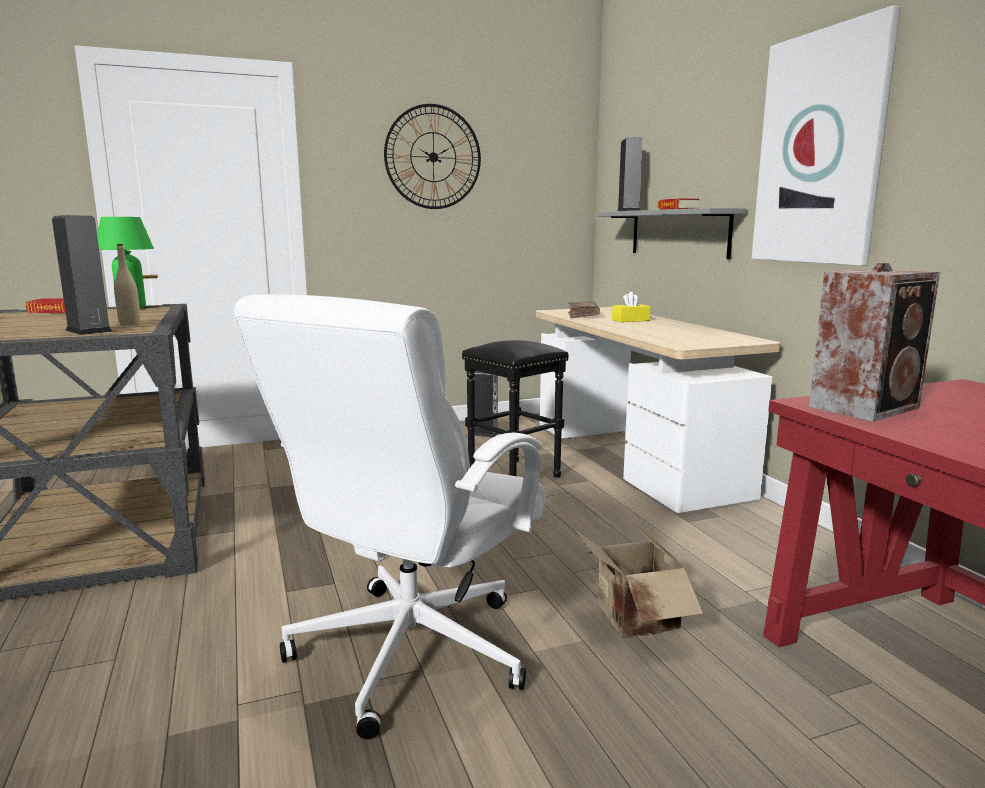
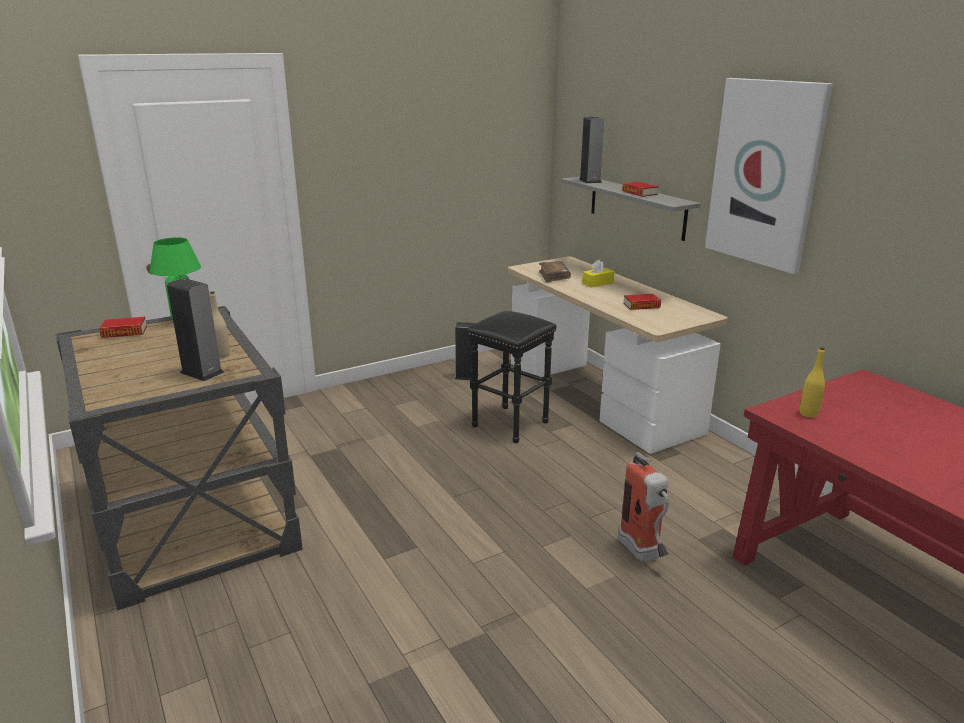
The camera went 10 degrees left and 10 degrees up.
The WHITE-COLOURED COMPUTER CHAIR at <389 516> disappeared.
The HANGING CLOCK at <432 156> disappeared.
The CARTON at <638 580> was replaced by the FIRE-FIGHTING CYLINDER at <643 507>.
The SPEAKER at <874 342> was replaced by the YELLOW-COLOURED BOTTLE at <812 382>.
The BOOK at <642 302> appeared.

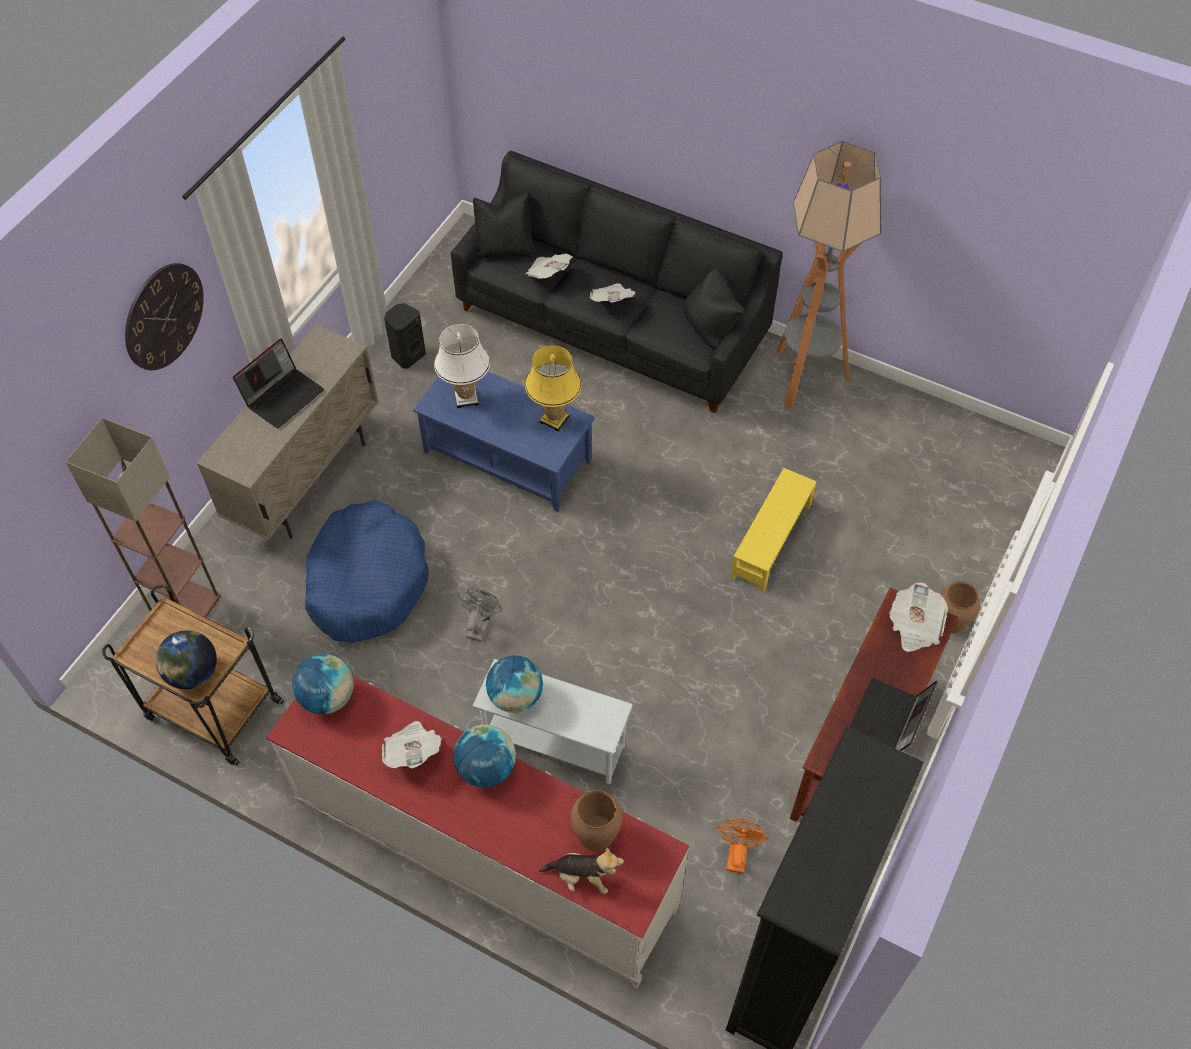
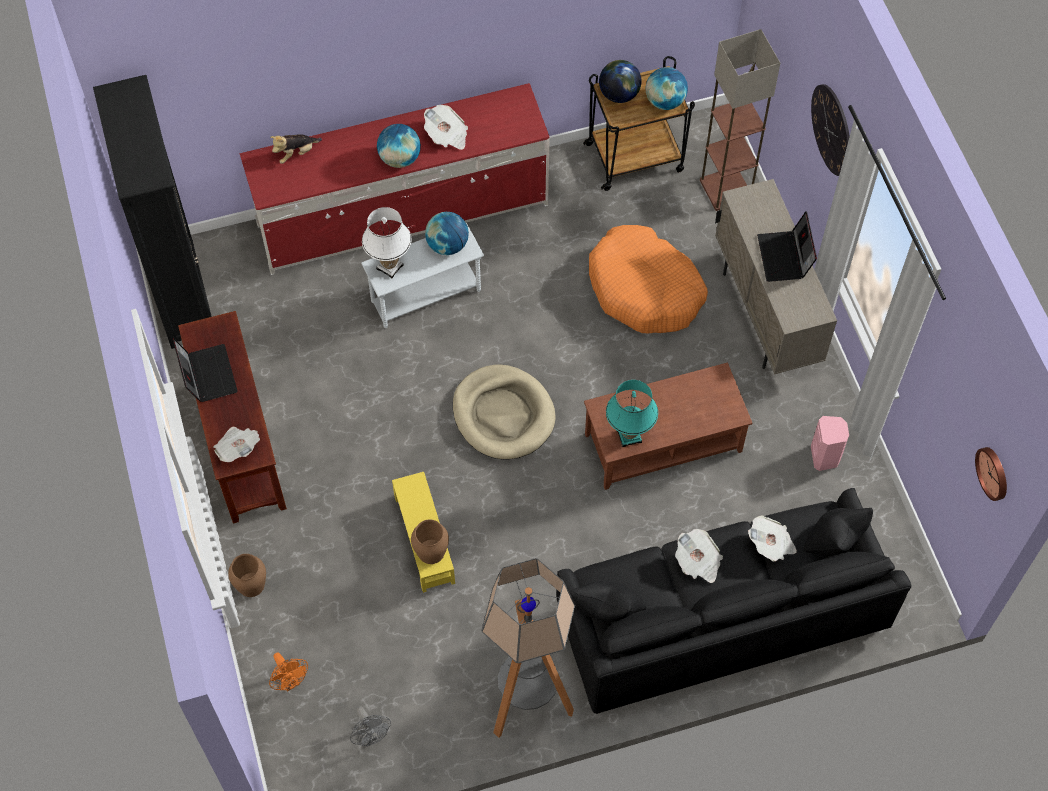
The camera went 135 degrees right and 5 degrees up.
The DESK GLOBE moved from <323 684> to <666 88>.
The BLUE-COLOURED PET BED at <367 571> became the ORANGE-COLOURED PET BED at <648 279>.
The BLACKISH SPEAKER at <405 336> became the PINK-COLOURED SPEAKER at <830 443>.
The BLUE-COLOURED COFFEE TABLE at <504 442> became the BROWNISH COFFEE TABLE at <668 426>.
The WHITE-COLOURED LAMP FOR A TABLE moved from <462 366> to <387 242>.
The GREY ELECTRIC FAN moved from <480 615> to <370 726>.
The YELLOW-COLOURED LAMP FOR A TABLE at <553 388> became the TURQUOISE LAMP FOR A TABLE at <632 413>.
The BROWNISH VASE moved from <596 820> to <430 542>.
The ORANGE-COLOURED ELECTRIC FAN moved from <742 846> to <288 671>.
The SAND-COLOURED PET BED at <504 412> appeared.
The HANGING CLOCK at <991 474> appeared.

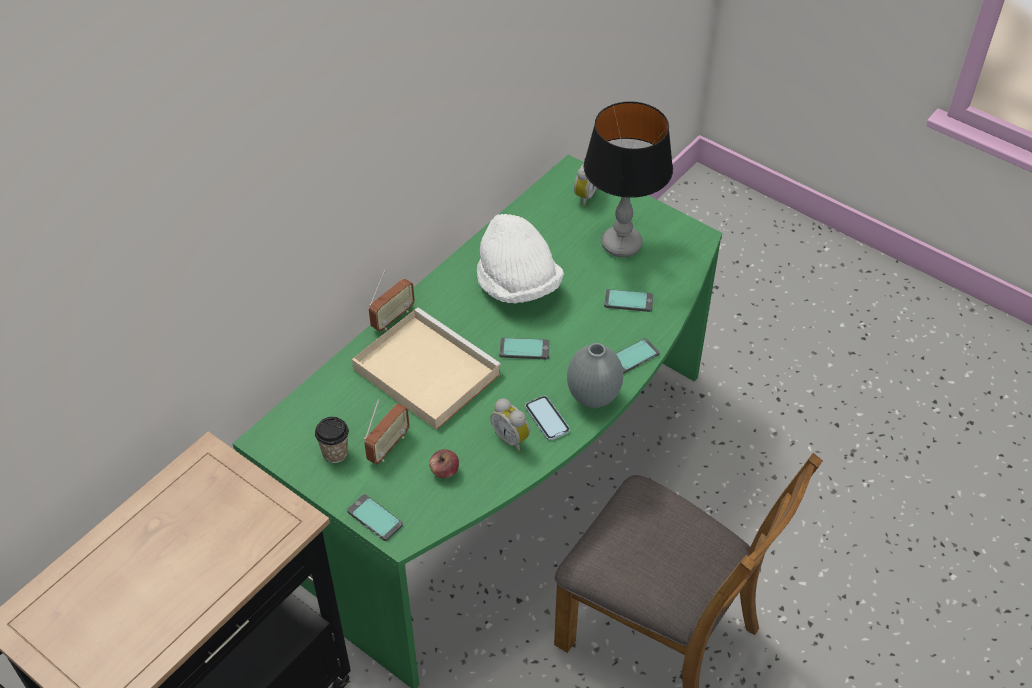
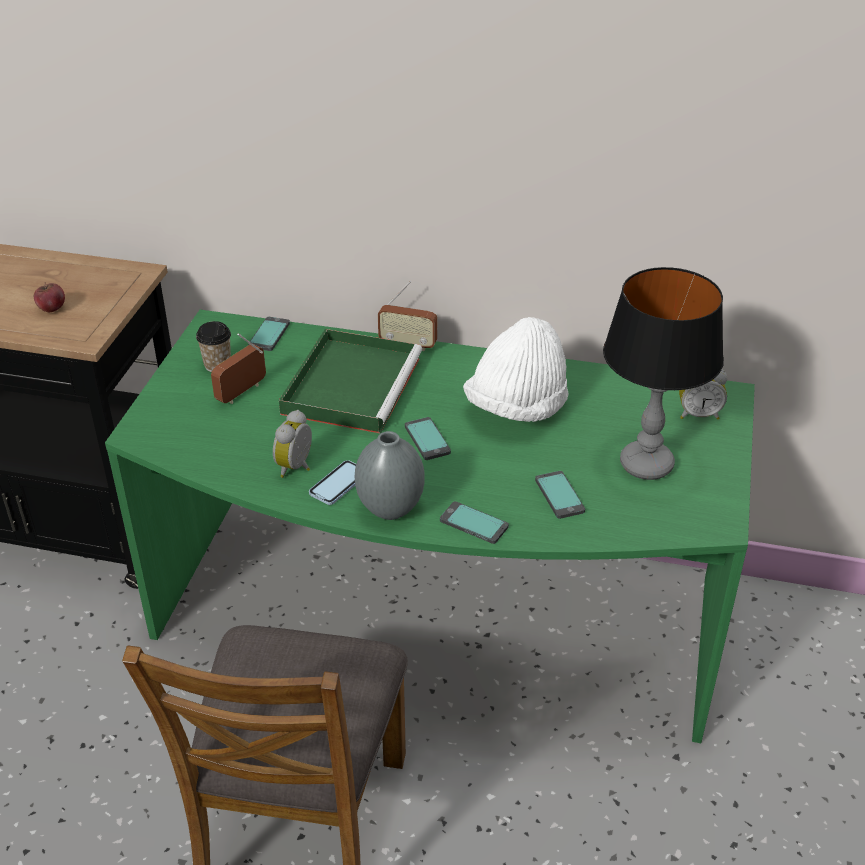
The camera went 65 degrees right and 10 degrees down.
The HANDSET moved from <375 517> to <269 334>.
The SAND-COLOURED TRAY at <427 369> became the GREEN TRAY at <350 381>.
The RADIO SET at <387 432> turned 120 degrees clockwise.
The WHOLE APPLE moved from <444 463> to <49 297>.

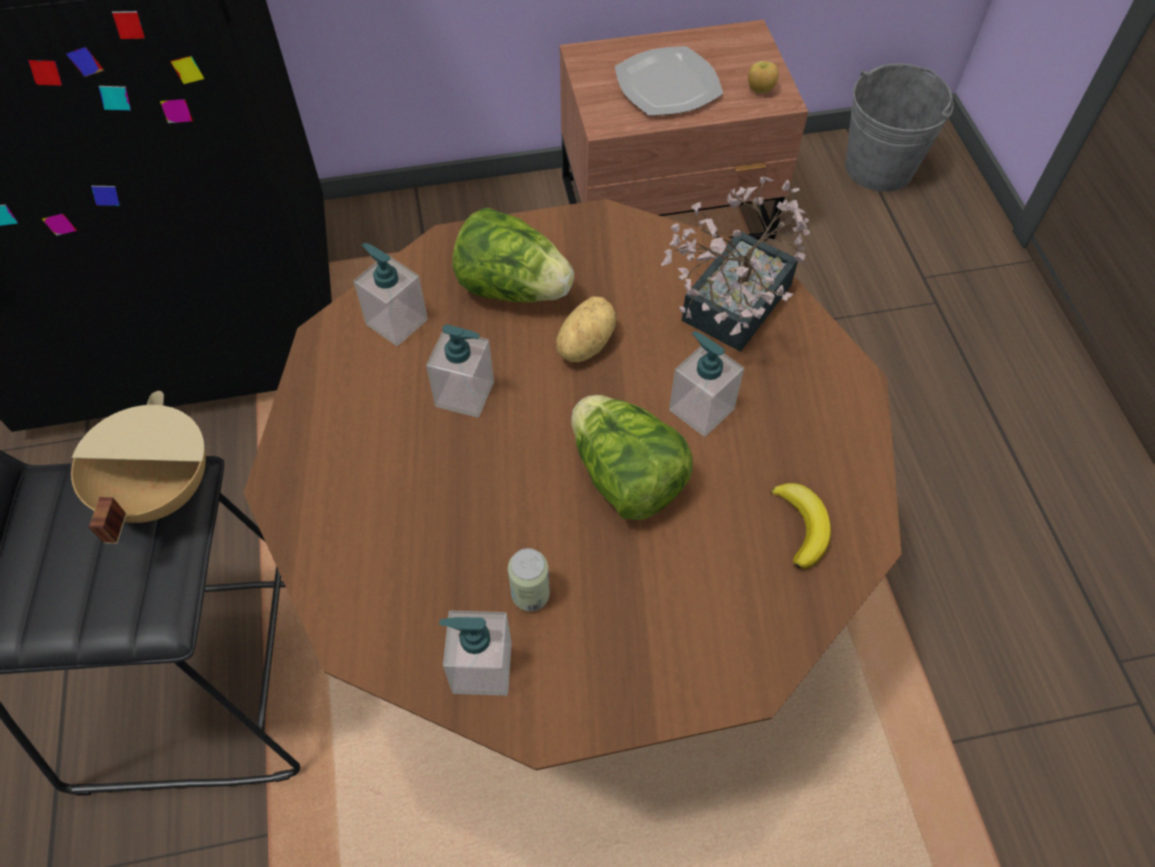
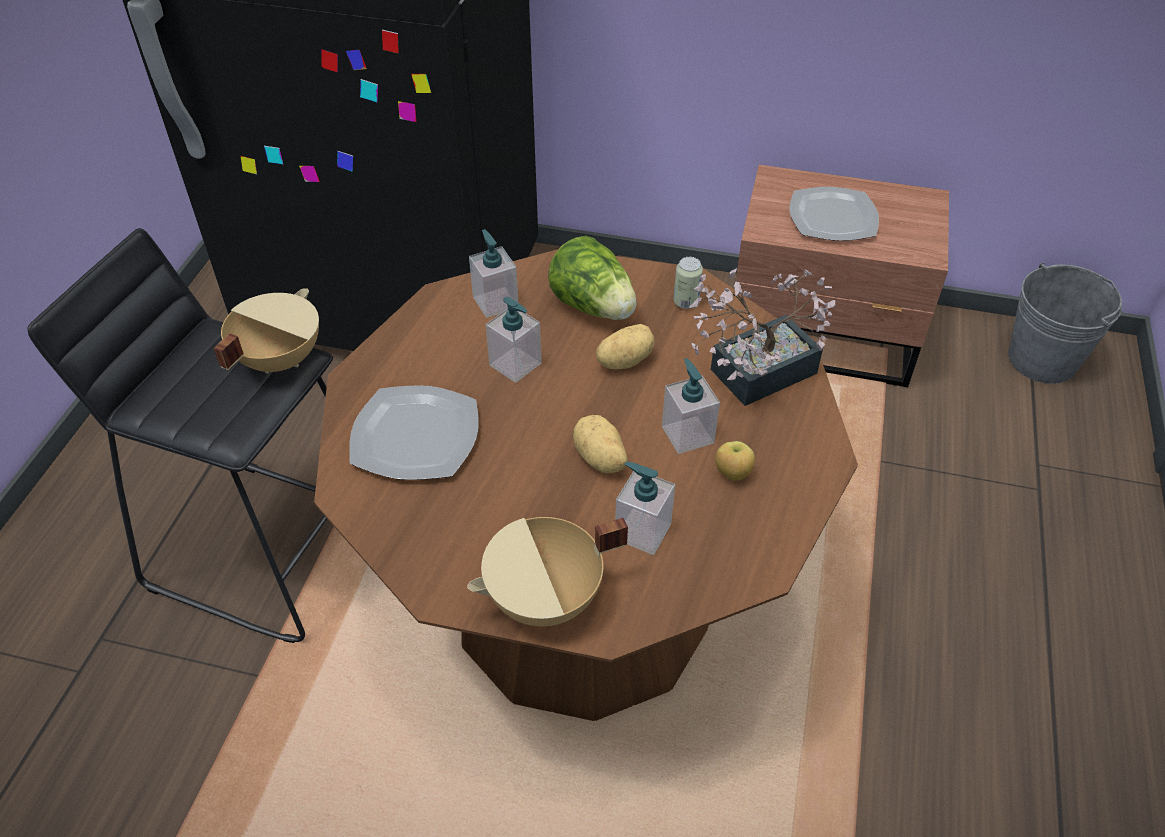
The camera went 25 degrees right and 10 degrees down.
The SOAP BOTTLE moved from <475 653> to <645 508>.
The CAN moved from <529 579> to <688 283>.
The LETTUCE at <632 457> was replaced by the SPUD at <600 444>.
The WHOLE APPLE moved from <763 77> to <735 461>.
The BANANA FRUIT at <800 526> disappeared.
The FLAT DISH at <414 432> appeared.
The SAND-COLOURED SAUCEPOT at <547 572> appeared.

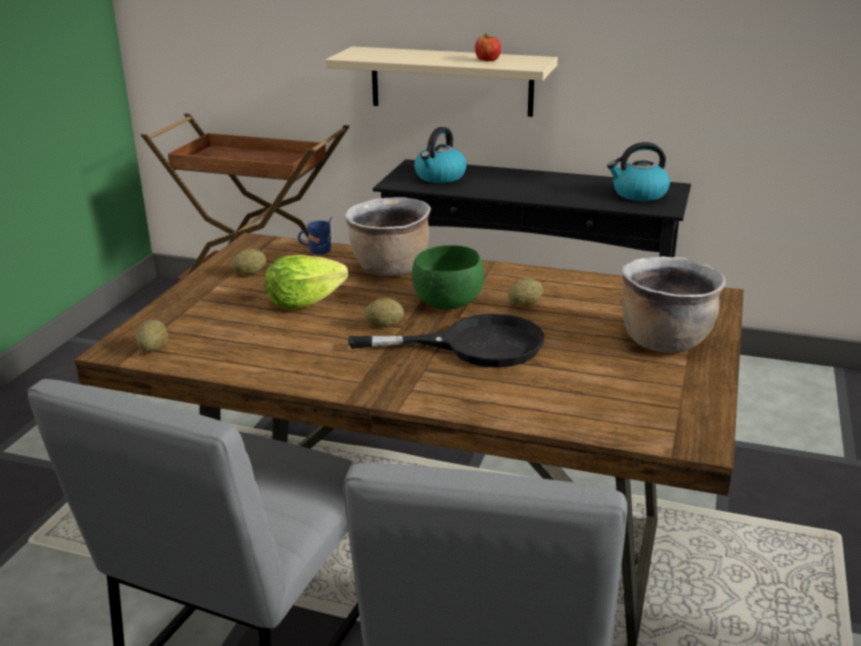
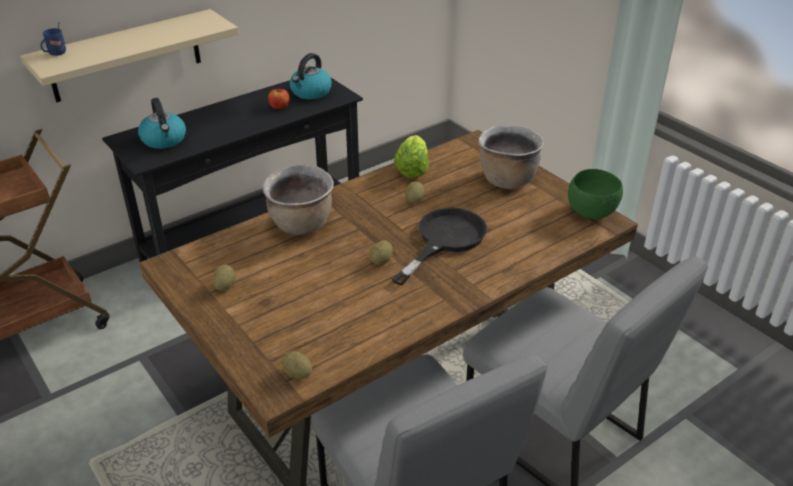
The camera went 55 degrees left and 10 degrees up.
The LETTUCE moved from <306 282> to <411 156>.
The BLUE-COLOURED MUG moved from <315 235> to <53 39>.
The GREEN DEEP DISH moved from <448 277> to <595 194>.
The WHOLE APPLE moved from <488 47> to <279 99>.

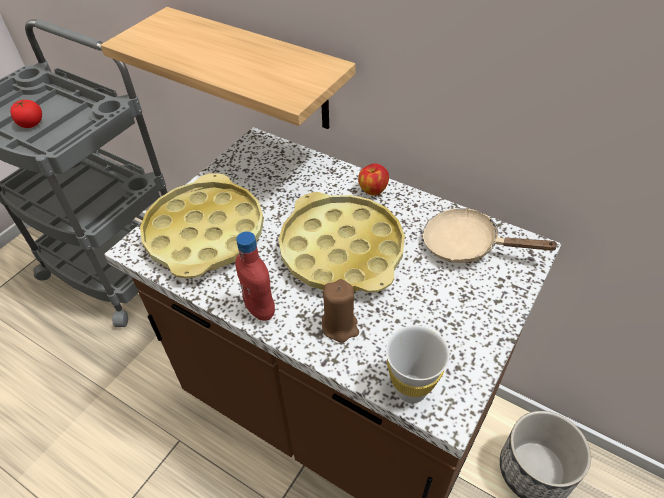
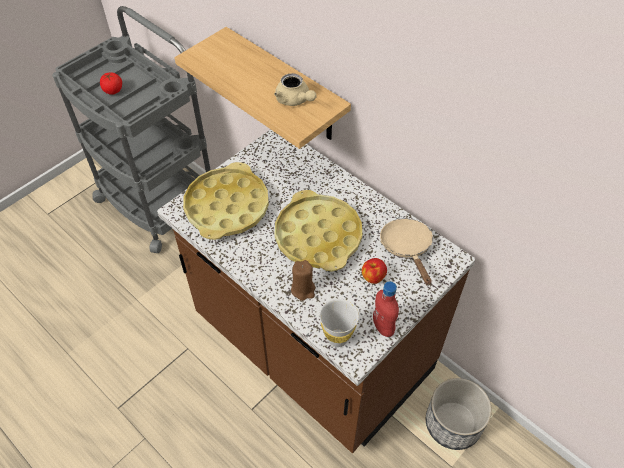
The camera went 10 degrees right and 5 degrees up.
The RED-COLOURED BOTTLE moved from <255 276> to <386 309>.
The WHOLE APPLE moved from <373 179> to <374 271>.
The SAND-COLOURED FRYING PAN at <491 235> turned 45 degrees clockwise.
The SAND-COLOURED POT FOR TEA at <295 89> appeared.

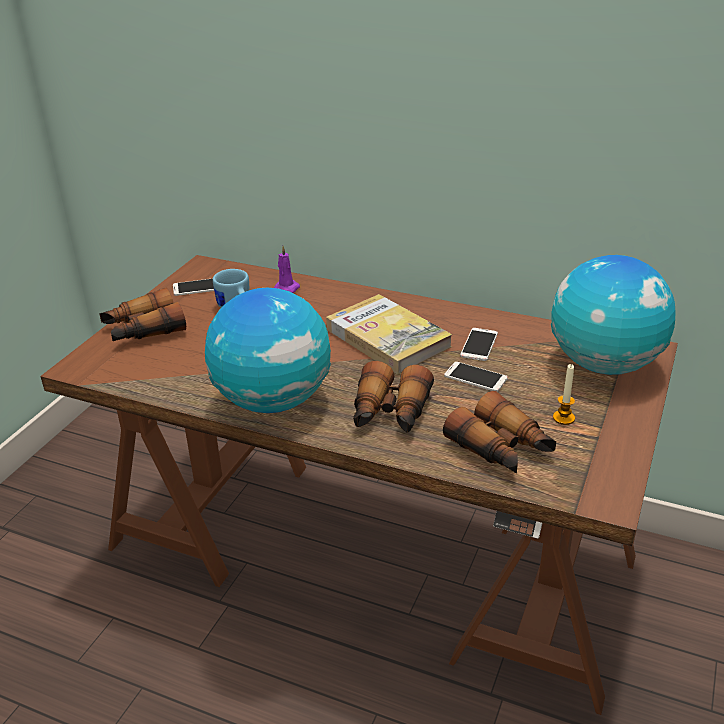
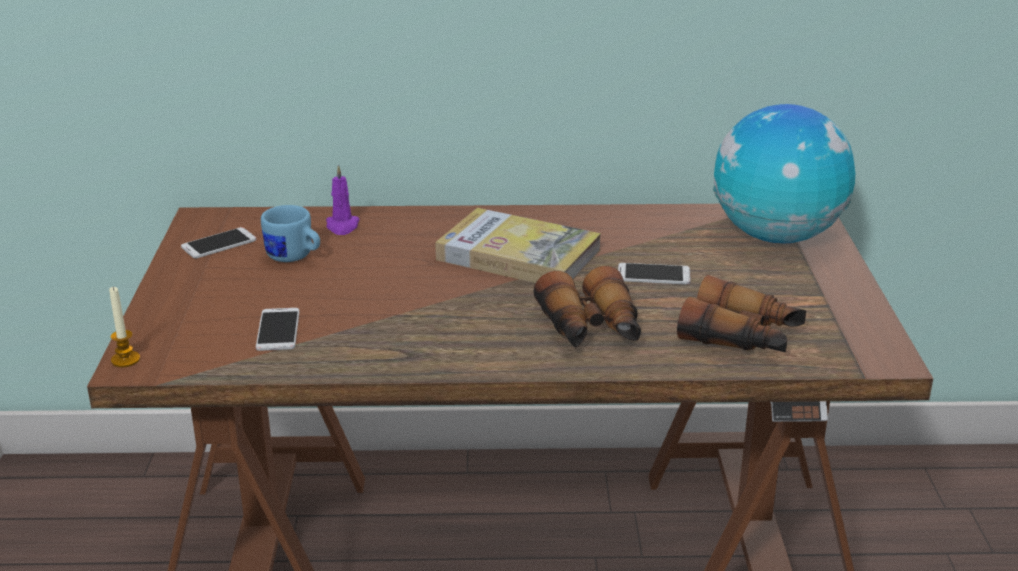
The camera went 25 degrees left and 5 degrees down.
The PAIR OF BINOCULARS at <142 314> disappeared.
The DESK GLOBE at <268 350> disappeared.
The HANDSET moved from <479 344> to <277 329>.
The WAX CANDLE moved from <564 394> to <124 327>.

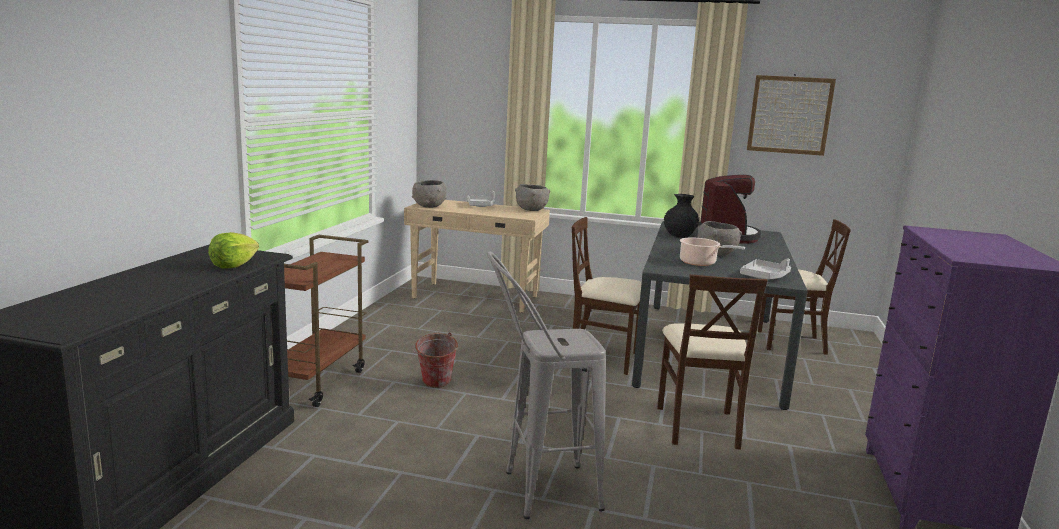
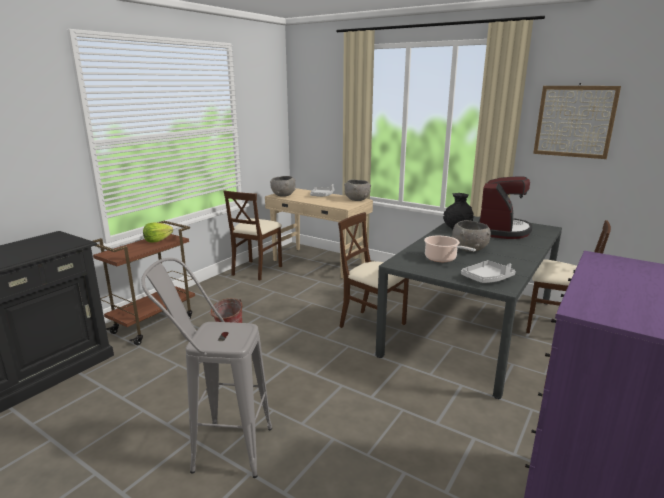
The camera went 20 degrees right and 5 degrees up.
The LETTUCE moved from <233 250> to <158 233>.
The SAND-COLOURED UPRIGHT CHAIR moved from <712 362> to <253 235>.

